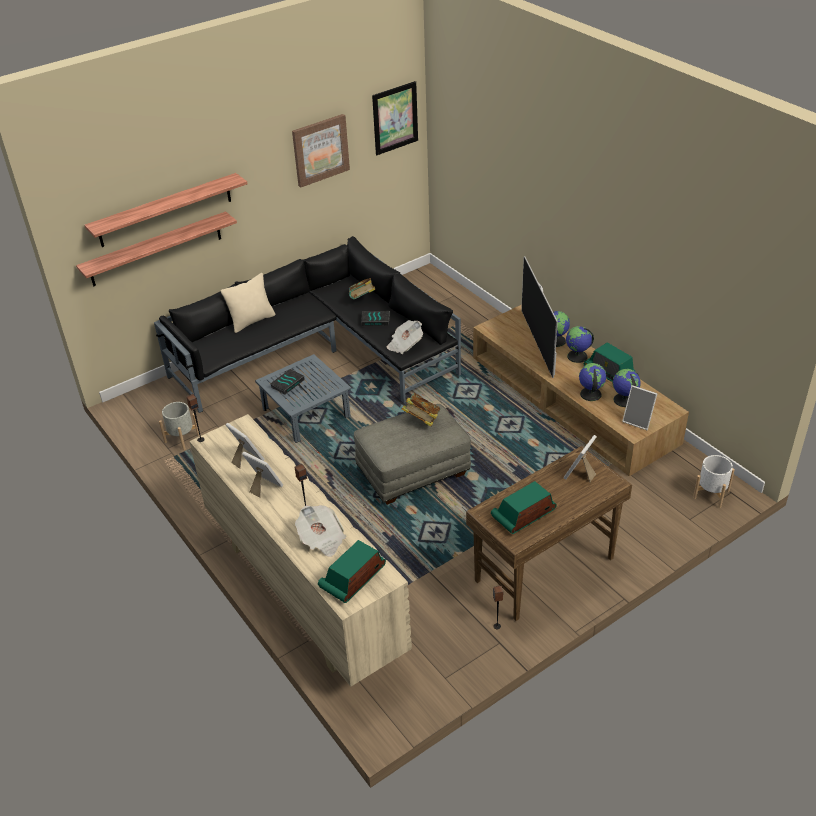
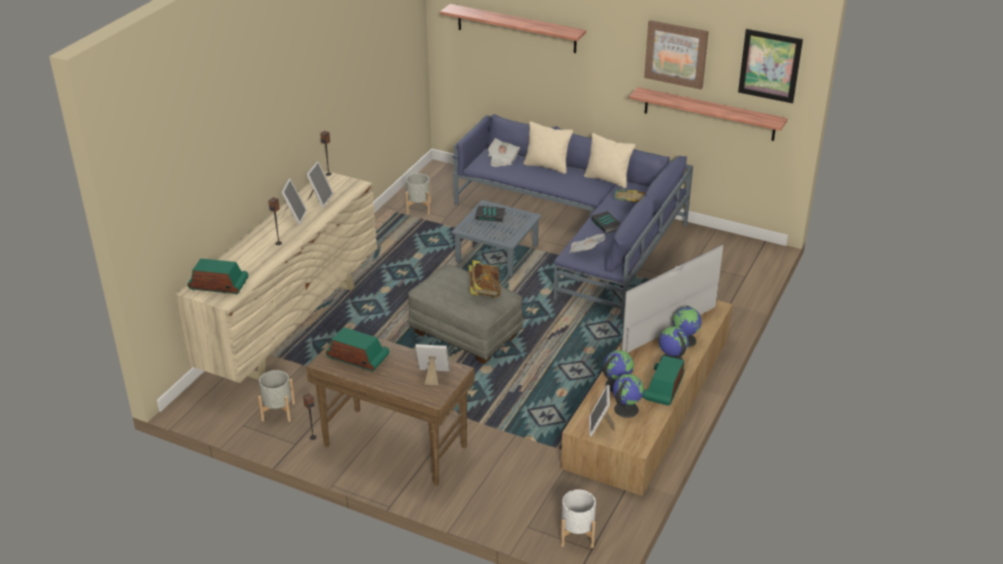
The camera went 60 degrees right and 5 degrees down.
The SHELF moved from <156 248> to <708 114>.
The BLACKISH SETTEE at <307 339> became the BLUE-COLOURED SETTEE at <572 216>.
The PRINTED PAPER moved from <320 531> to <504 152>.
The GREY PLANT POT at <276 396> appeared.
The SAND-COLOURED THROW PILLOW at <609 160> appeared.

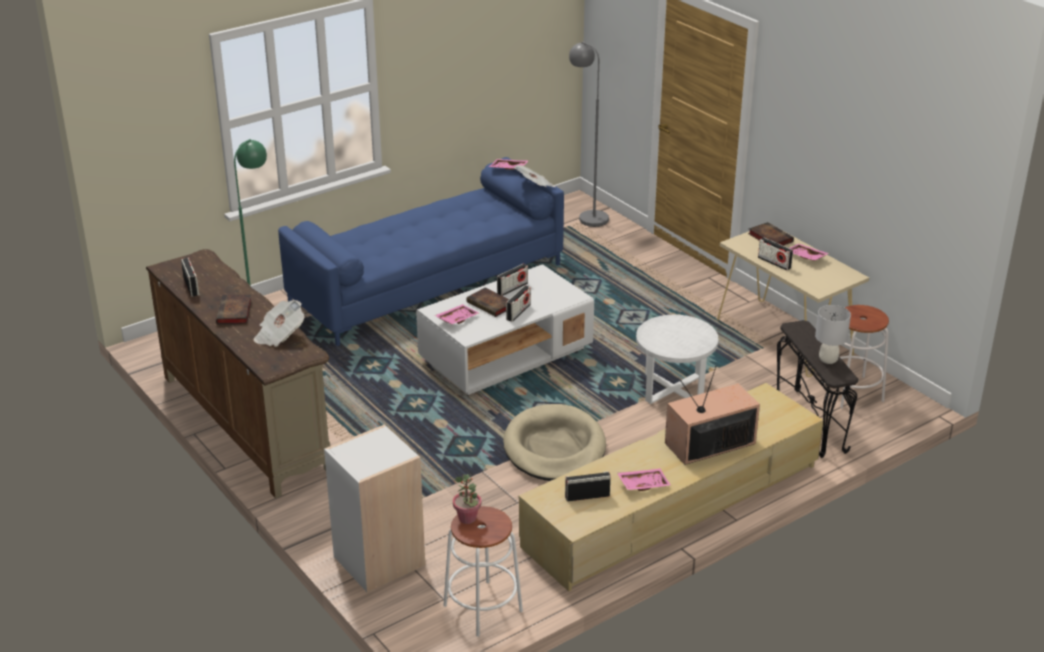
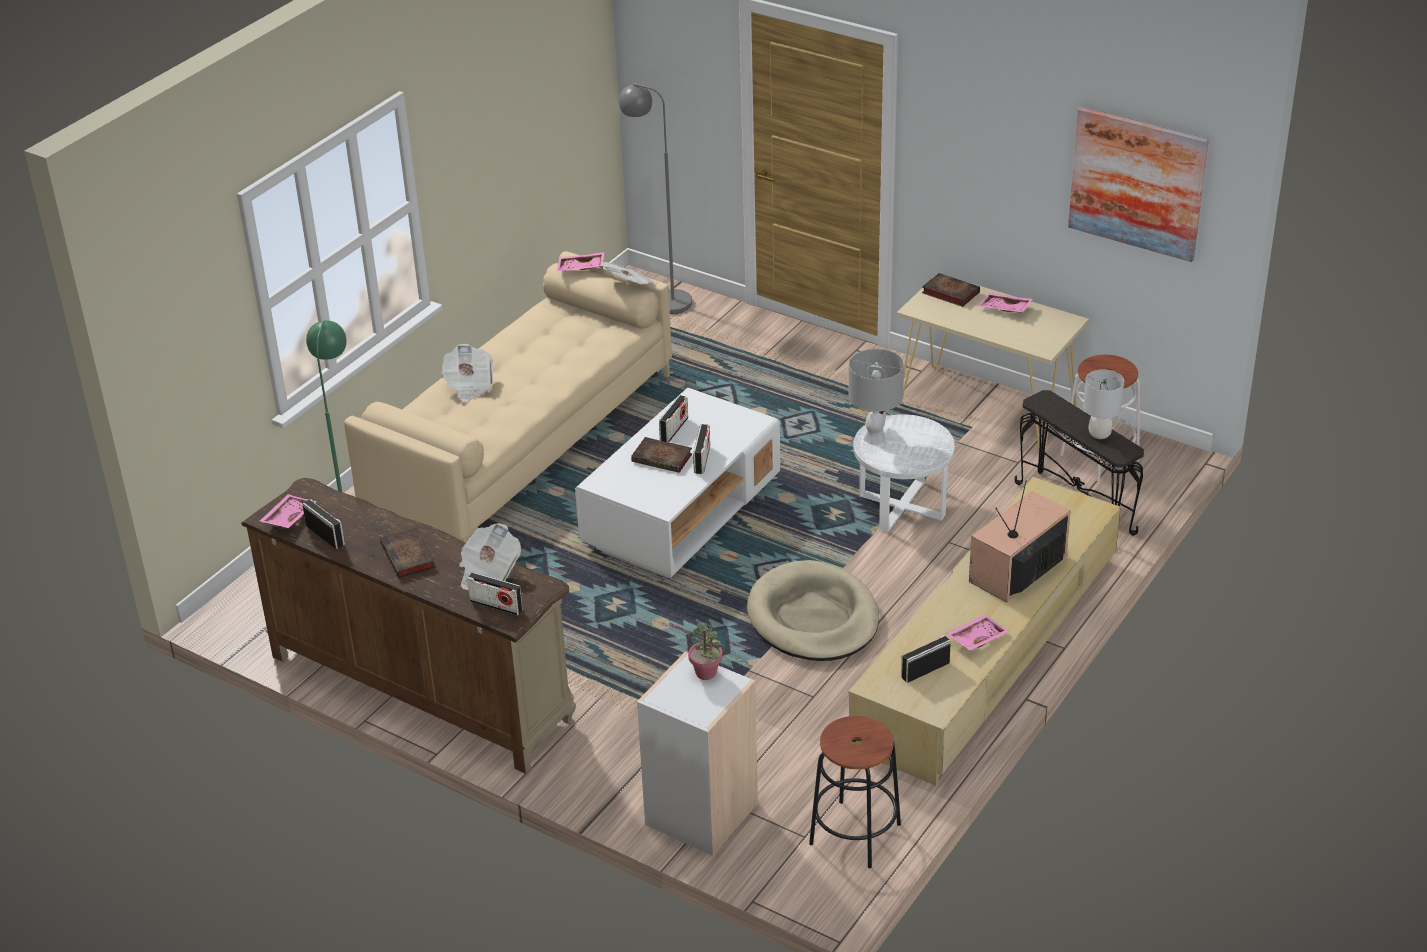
The camera went 20 degrees left and 5 degrees up.
The BLUE-COLOURED SETTEE at <421 251> became the SAND-COLOURED SETTEE at <508 397>.
The PINK-COLOURED TRAY moved from <457 314> to <288 511>.
The WHITE-COLOURED STOOL SEAT at <483 571> became the BLACKISH STOOL SEAT at <855 792>.
The PLANT IN A POT moved from <467 499> to <705 651>.
The RADIO SET moved from <775 254> to <495 593>.
The PRINTED PAPER at <467 373> appeared.
The GREY LAMP FOR A TABLE at <876 397> appeared.
The WALL PICTURE at <1138 184> appeared.

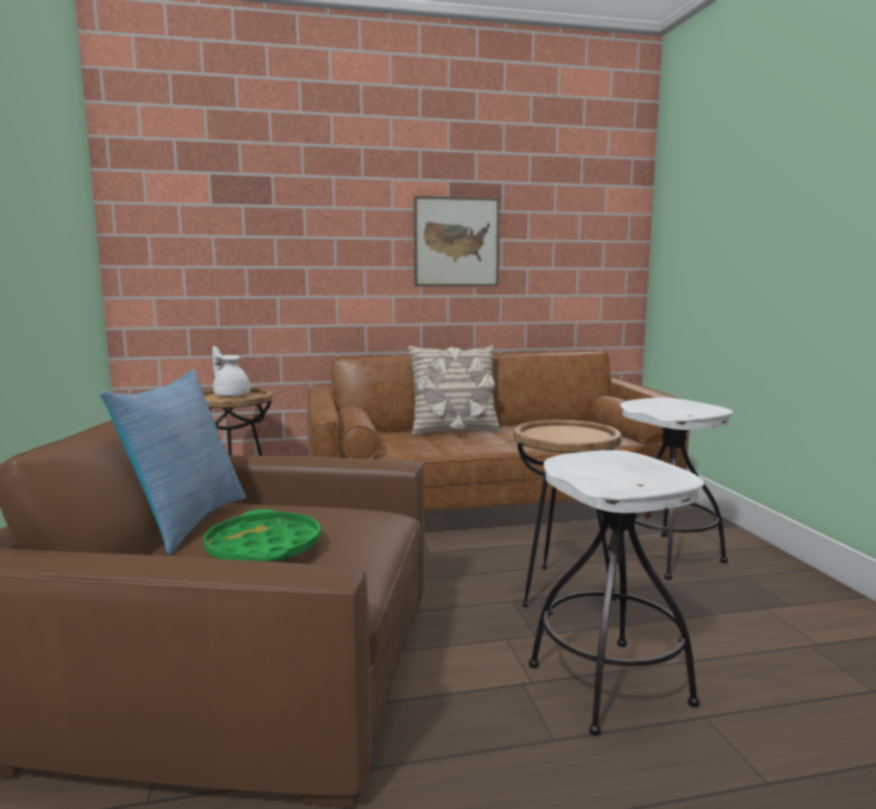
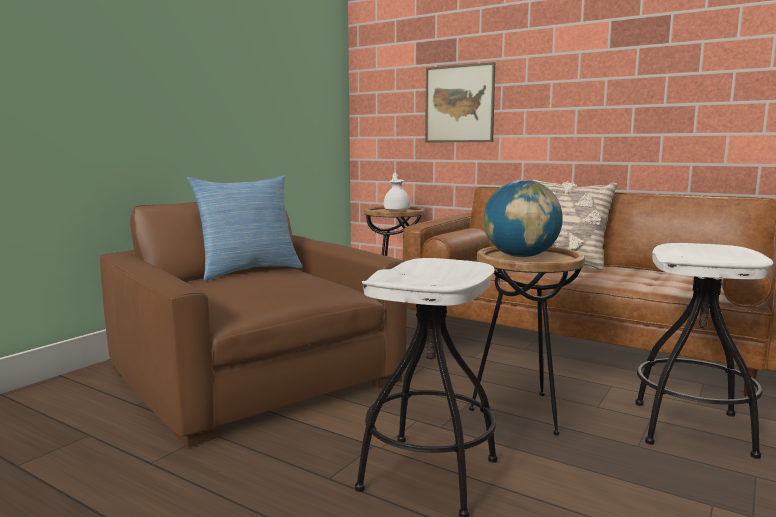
The camera went 45 degrees right and 0 degrees up.
The GREEN TRAY at <262 535> disappeared.
The WALL PICTURE moved from <457 241> to <460 102>.
The DESK GLOBE at <523 218> appeared.

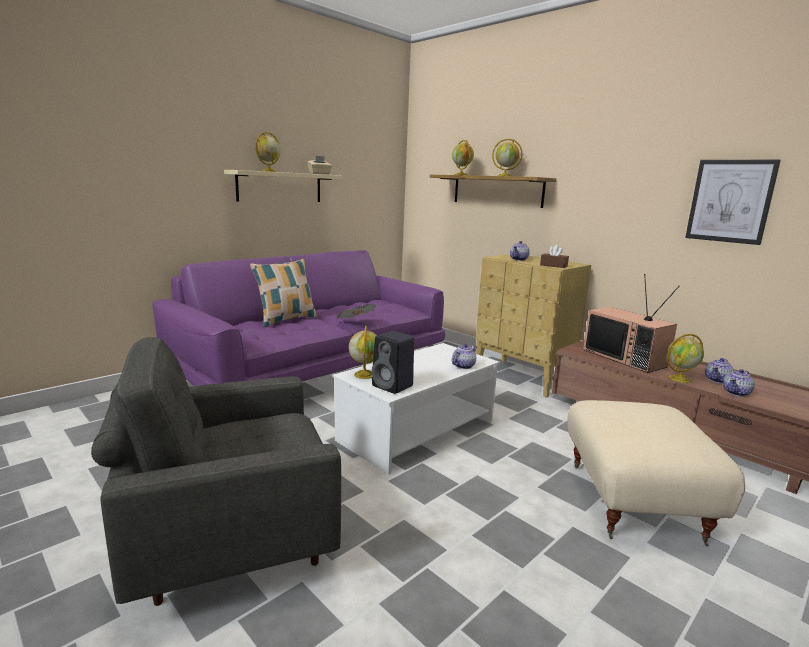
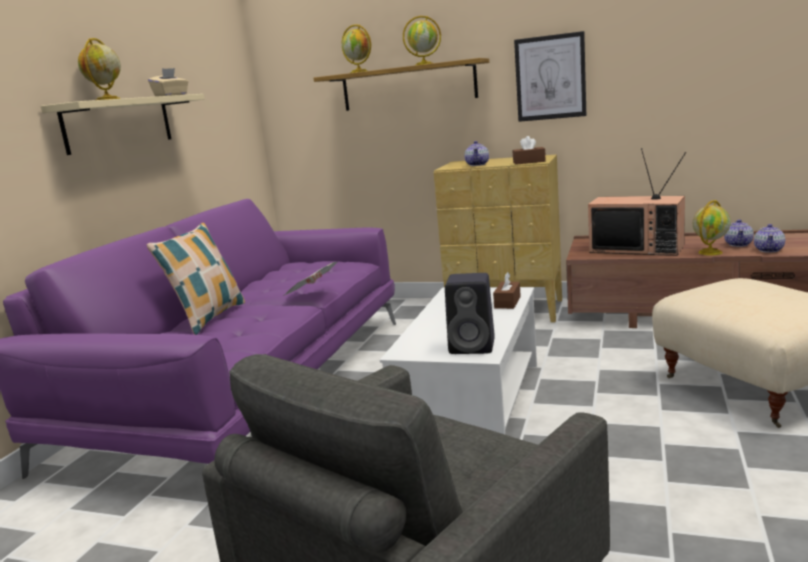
The camera went 25 degrees left and 0 degrees up.
The DESK GLOBE at <363 352> disappeared.
The POT FOR TEA at <464 356> was replaced by the BROWNISH TISSUE BOX at <507 290>.
The WALL PICTURE moved from <733 202> to <550 76>.

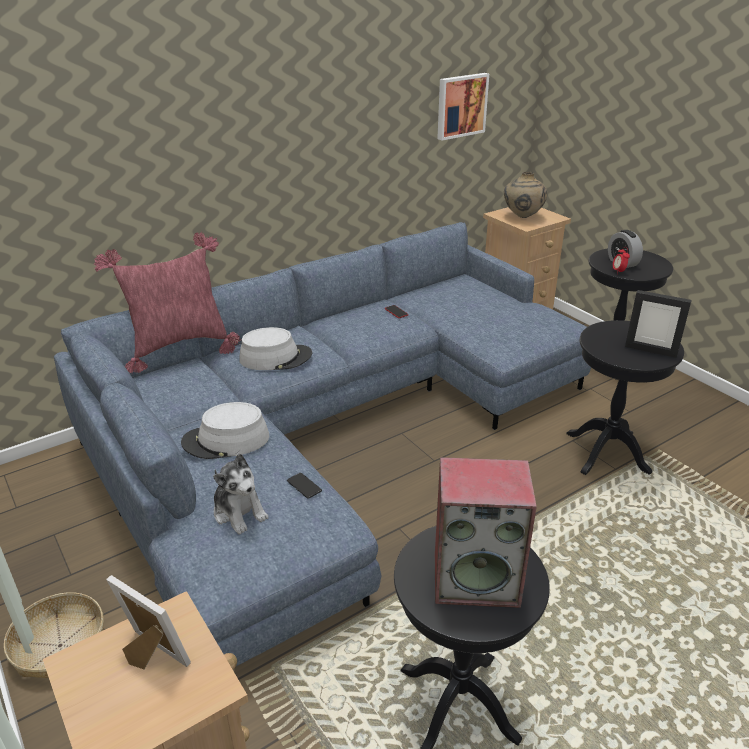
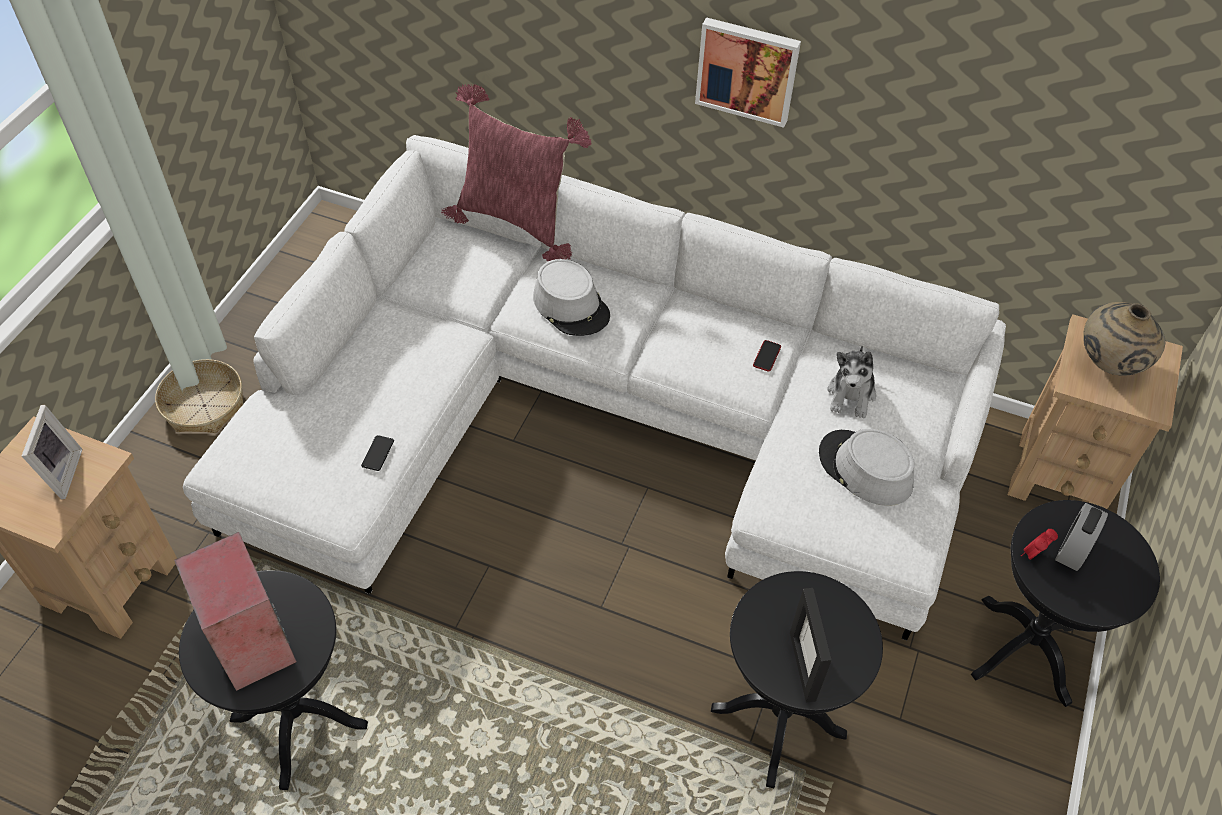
The camera went 55 degrees right and 20 degrees up.
The BLUE-COLOURED SETTEE at <322 444> became the WHITE-COLOURED SETTEE at <594 388>.
The GREY WEARABLE HAT moved from <225 430> to <866 467>.
The PLUSH TOY moved from <241 493> to <851 382>.
The WALL PICTURE moved from <463 106> to <748 72>.

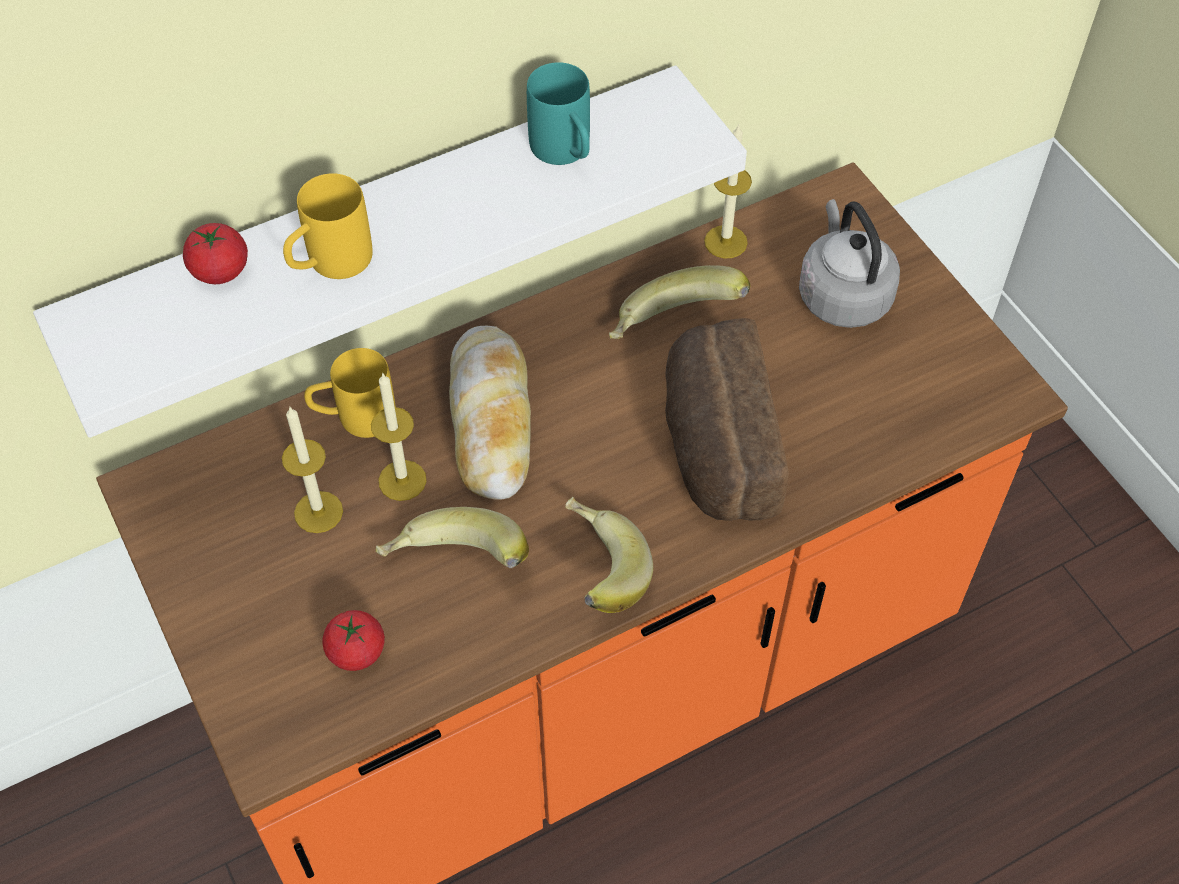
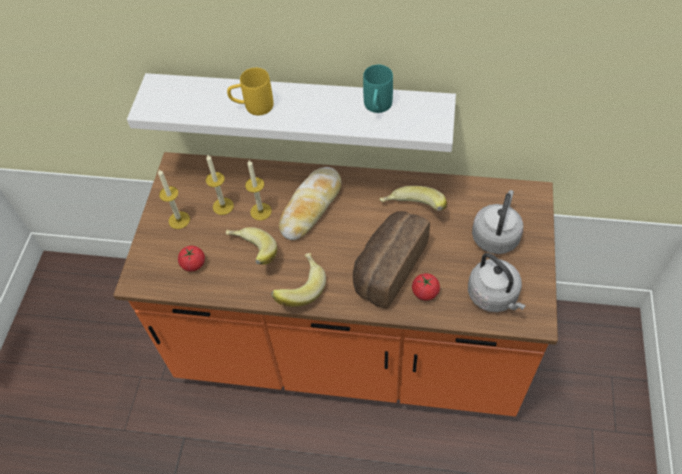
The camera went 40 degrees right and 0 degrees up.
The FRESH TOMATO moved from <215 253> to <426 287>.
The YELLOW-COLOURED MUG at <350 393> disappeared.
The WAX CANDLE moved from <728 191> to <174 199>.
The GREY KETTLE at <497 282> appeared.

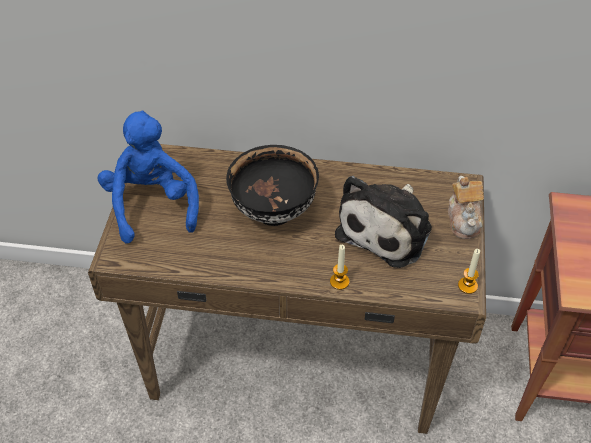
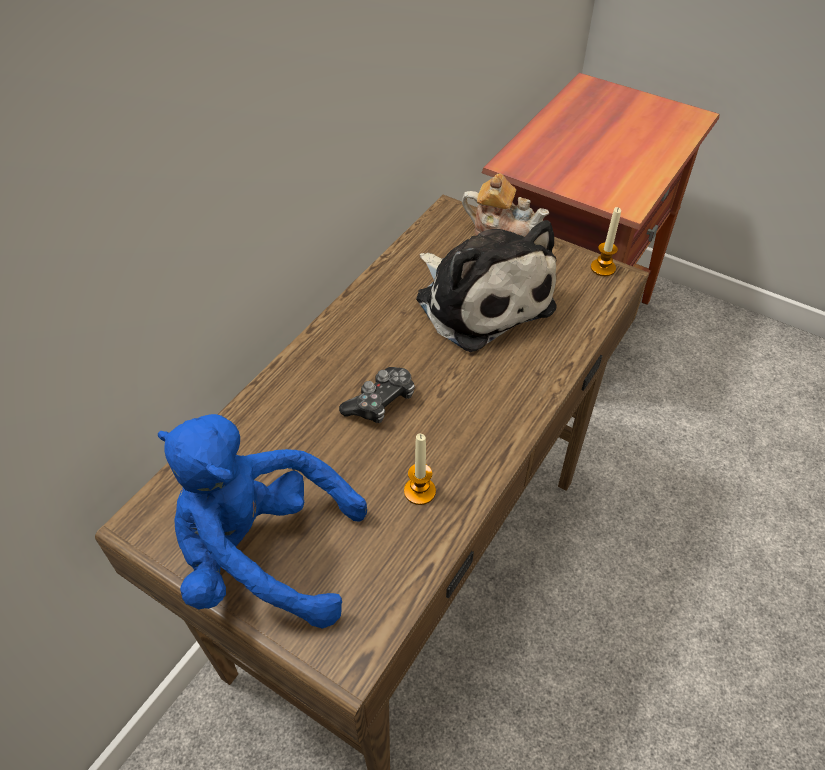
The camera went 65 degrees left and 0 degrees up.
The BLACKISH DEEP DISH at <272 185> was replaced by the GAMEPAD at <377 395>.
The WAX CANDLE moved from <340 267> to <420 469>.

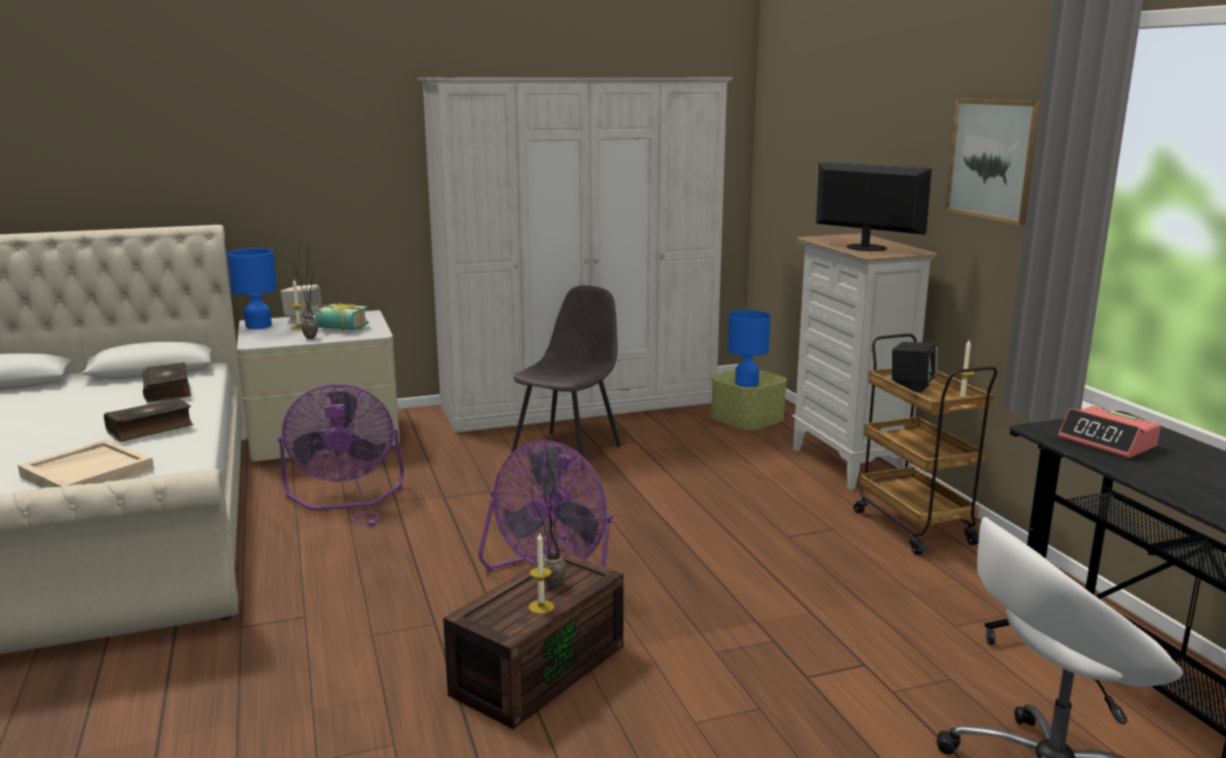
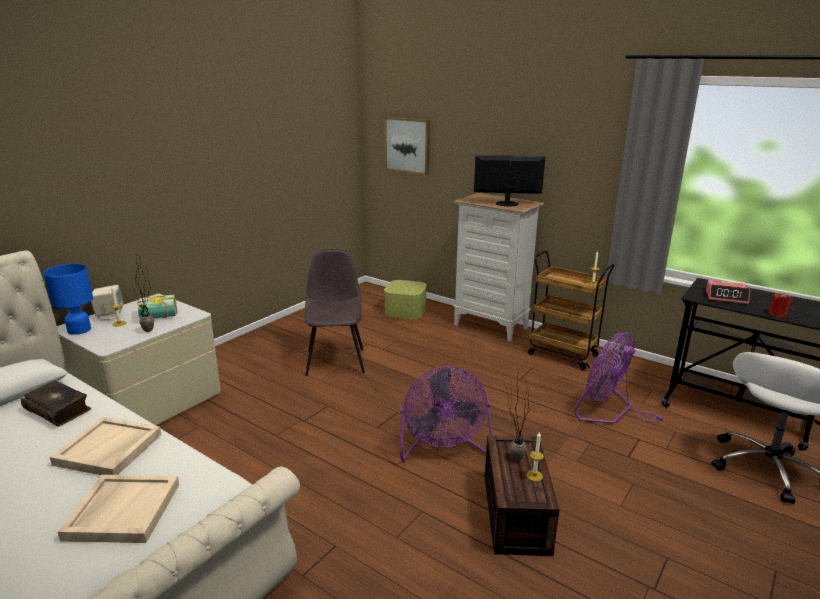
The camera went 35 degrees left and 5 degrees up.
The BOOK at <148 420> was replaced by the SAND-COLOURED TRAY at <106 446>.
The PURPLE ELECTRIC FAN moved from <341 455> to <619 378>.
The WHITE-COLOURED ARMOIRE at <575 255> disappeared.
The BLUE-COLOURED LAMP FOR A TABLE at <749 348> disappeared.
The BLACKISH SPEAKER at <915 367> disappeared.
The WALL PICTURE moved from <993 162> to <407 146>.
The RED-COLOURED WAX CANDLE at <780 305> appeared.

